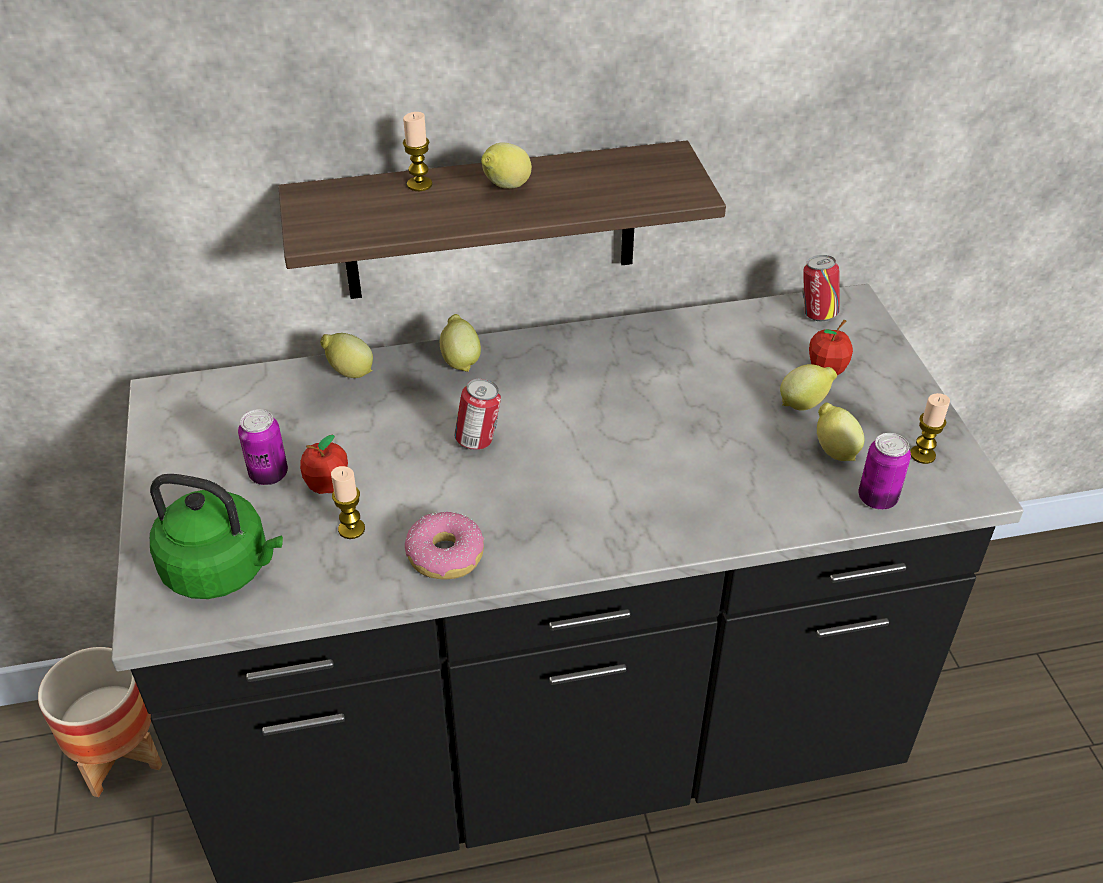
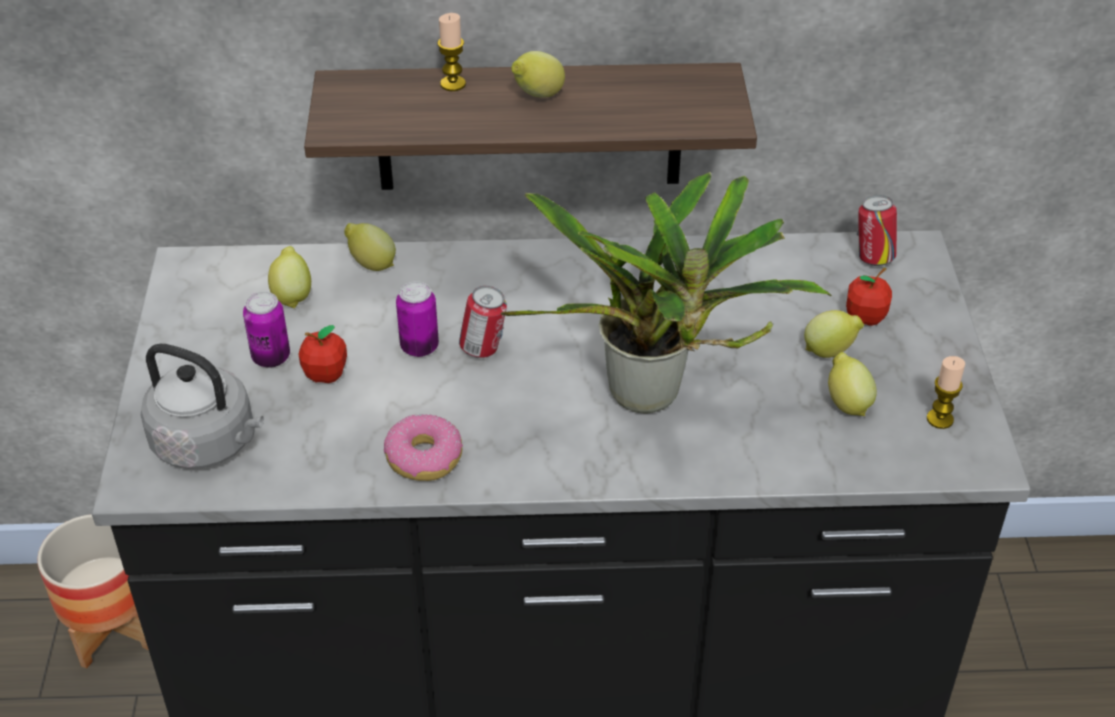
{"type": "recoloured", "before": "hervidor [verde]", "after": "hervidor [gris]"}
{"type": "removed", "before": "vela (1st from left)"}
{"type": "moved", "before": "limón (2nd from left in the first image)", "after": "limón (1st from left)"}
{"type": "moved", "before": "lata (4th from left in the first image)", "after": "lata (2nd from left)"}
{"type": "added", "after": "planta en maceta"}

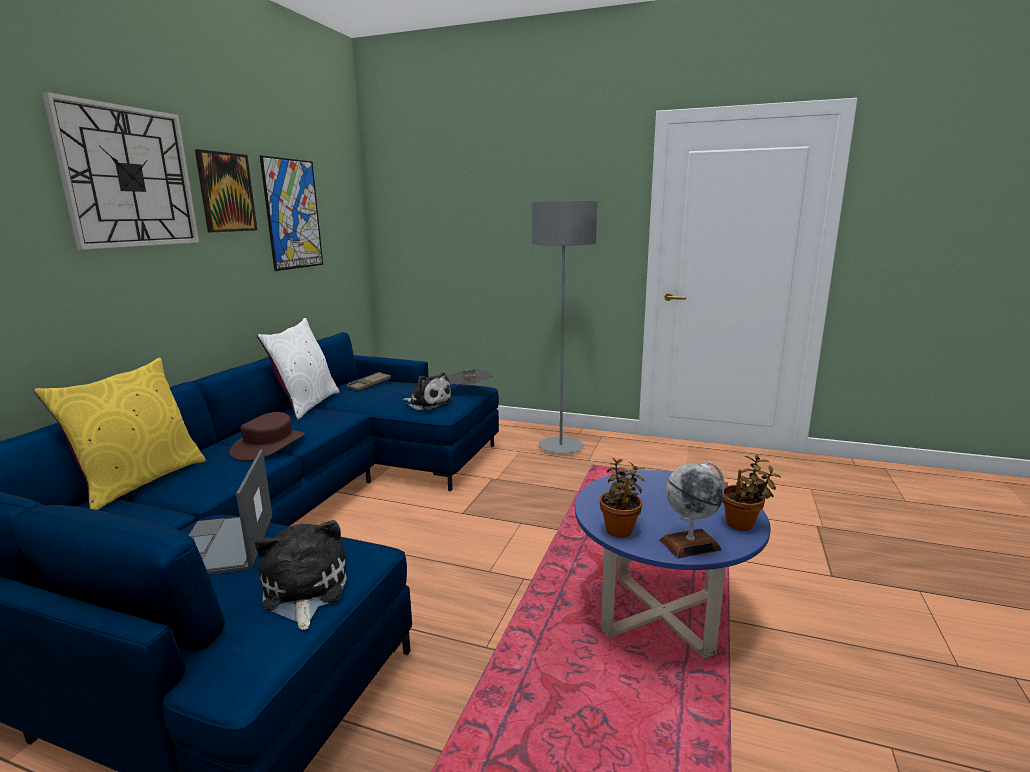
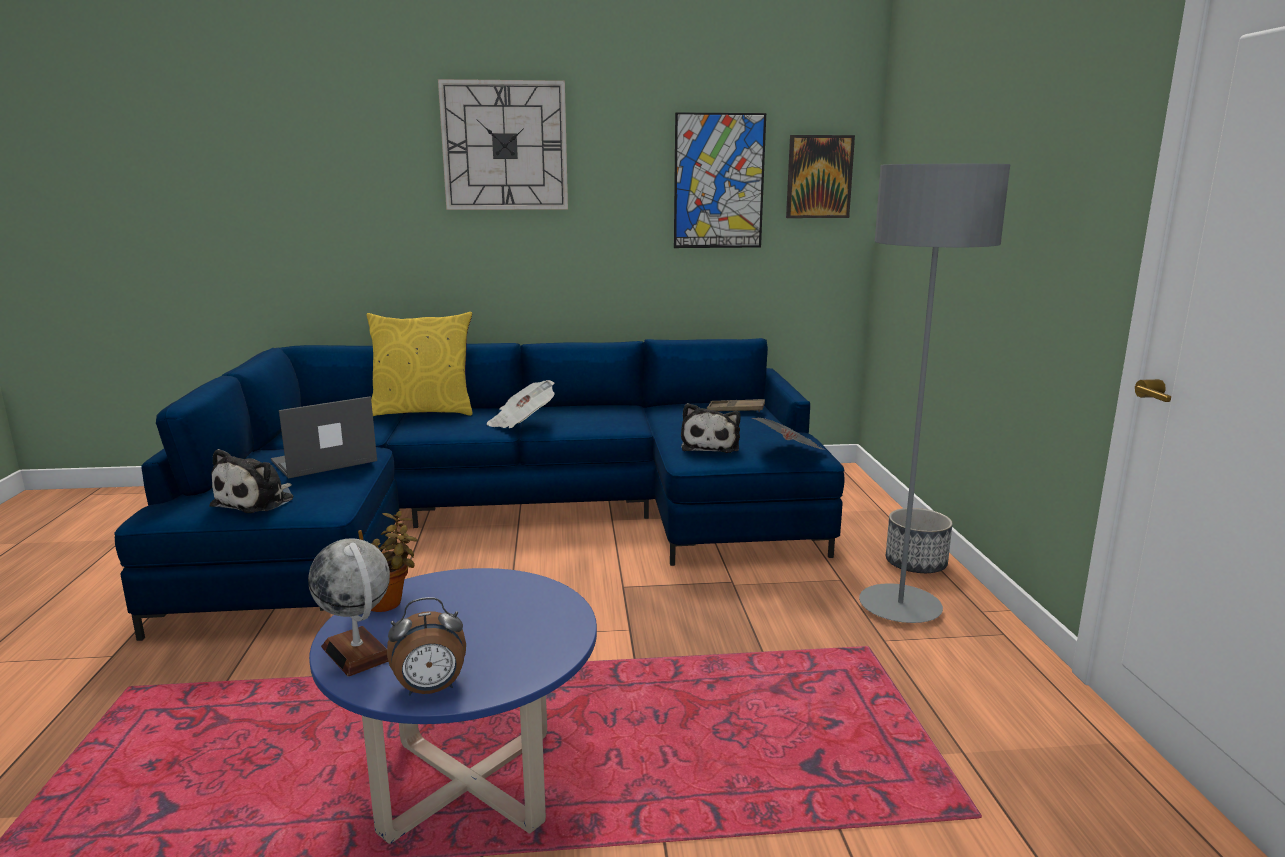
{"type": "moved", "before": "cuadro (1st from left in the first image)", "after": "cuadro (2nd from left)"}
{"type": "replaced", "before": "sombrero [marrón]", "after": "periódico (1st from left)"}
{"type": "turned", "before": "peluche (1st from left)", "turn": 150}
{"type": "removed", "before": "cojín [blanco]"}
{"type": "replaced", "before": "planta en maceta (2nd from left)", "after": "despertador"}
{"type": "added", "after": "maceta"}

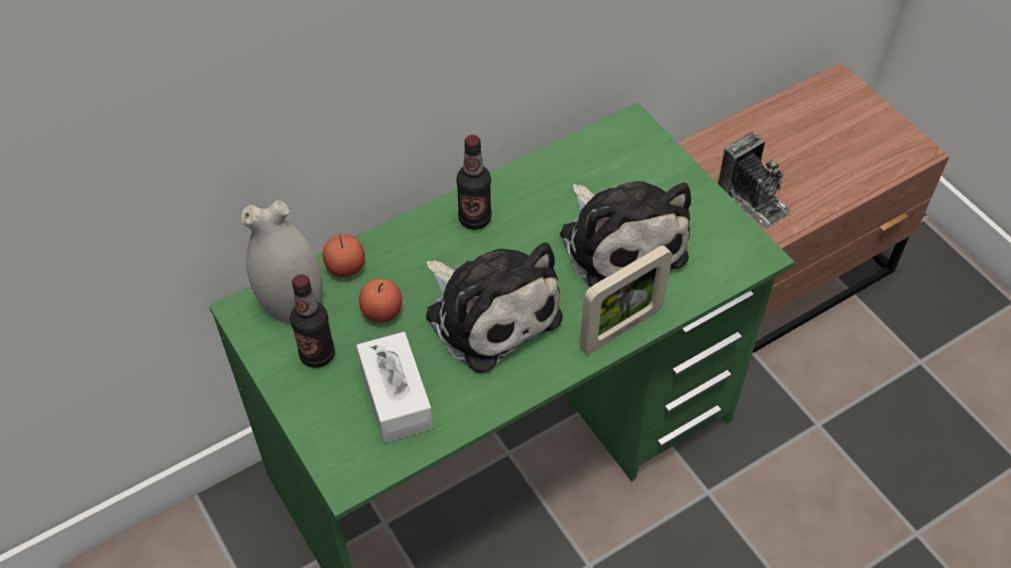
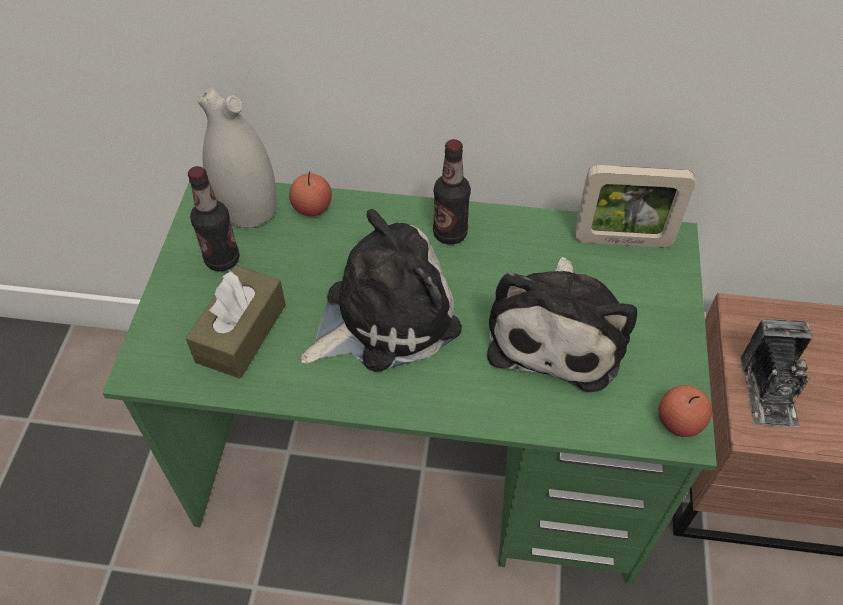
{"type": "recoloured", "before": "caja de pañuelos [blanco]", "after": "caja de pañuelos [marrón]"}
{"type": "moved", "before": "manzana (2nd from left)"}
{"type": "turned", "before": "peluche (1st from left)", "turn": -120}
{"type": "moved", "before": "portarretratos"}

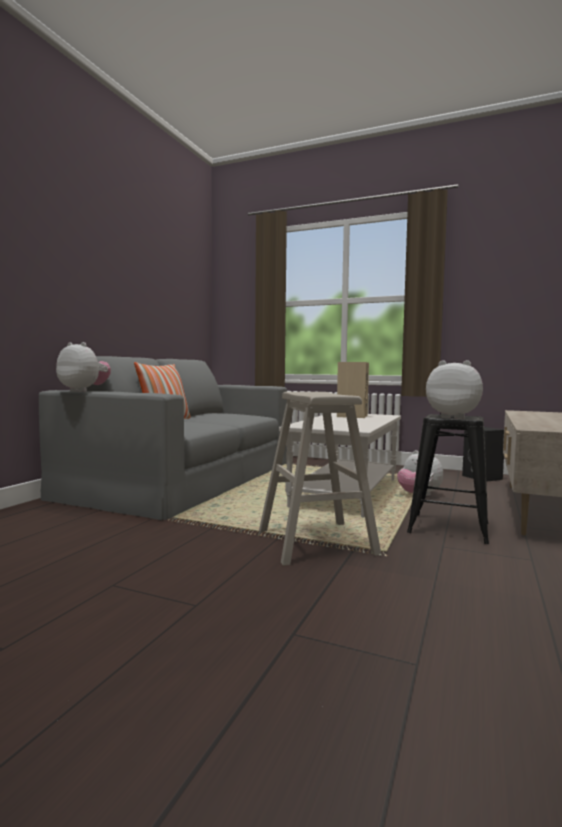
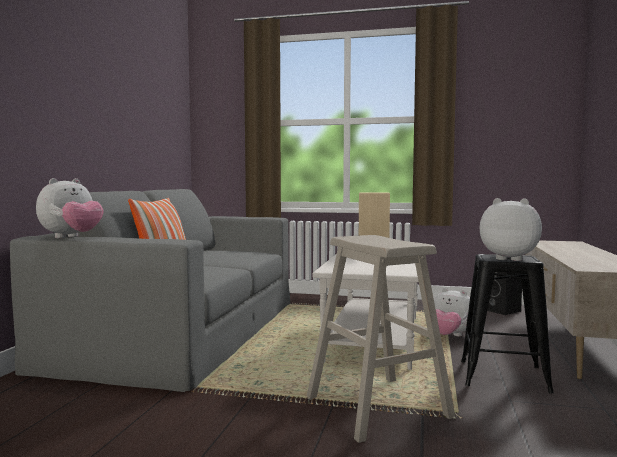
{"type": "turned", "before": "peluche (1st from left)", "turn": 105}

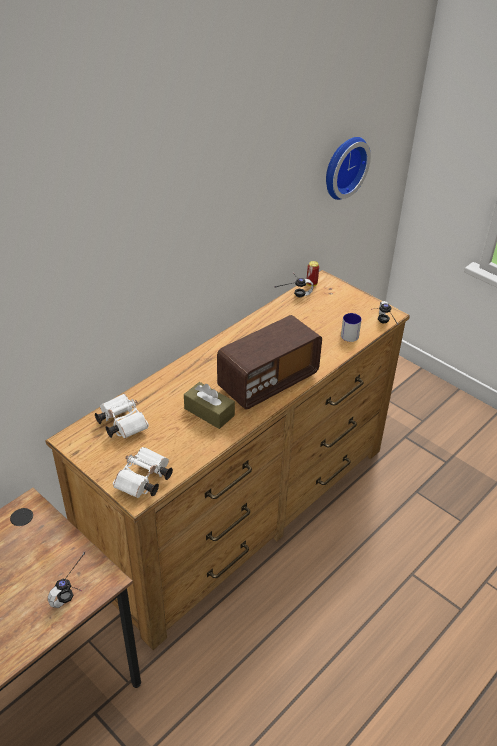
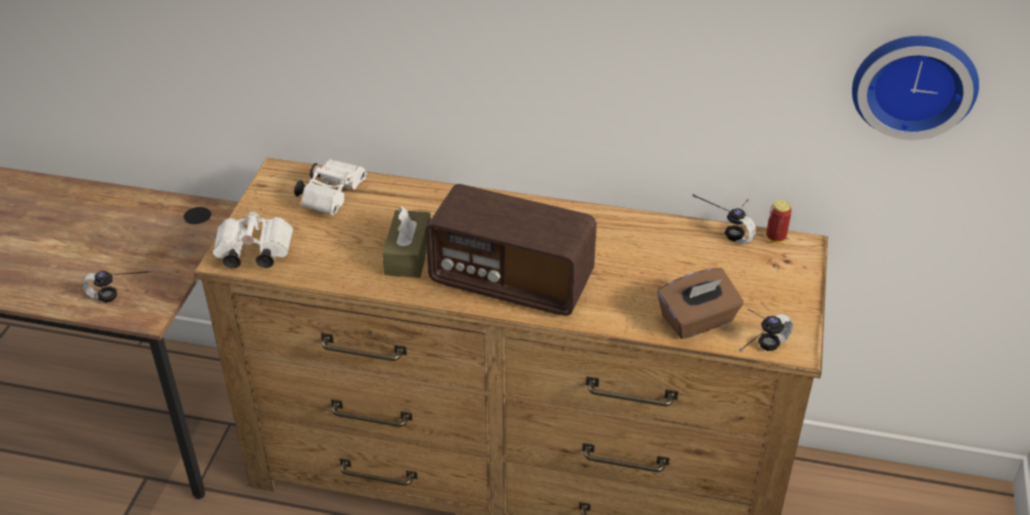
{"type": "replaced", "before": "taza grande", "after": "caja de pañuelos [marrón] (2nd from left)"}

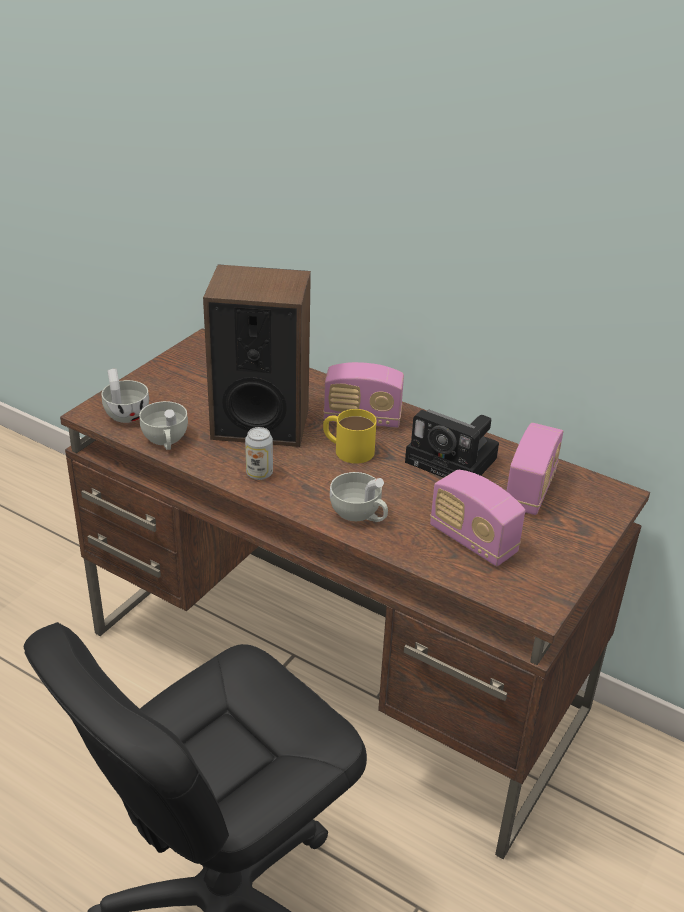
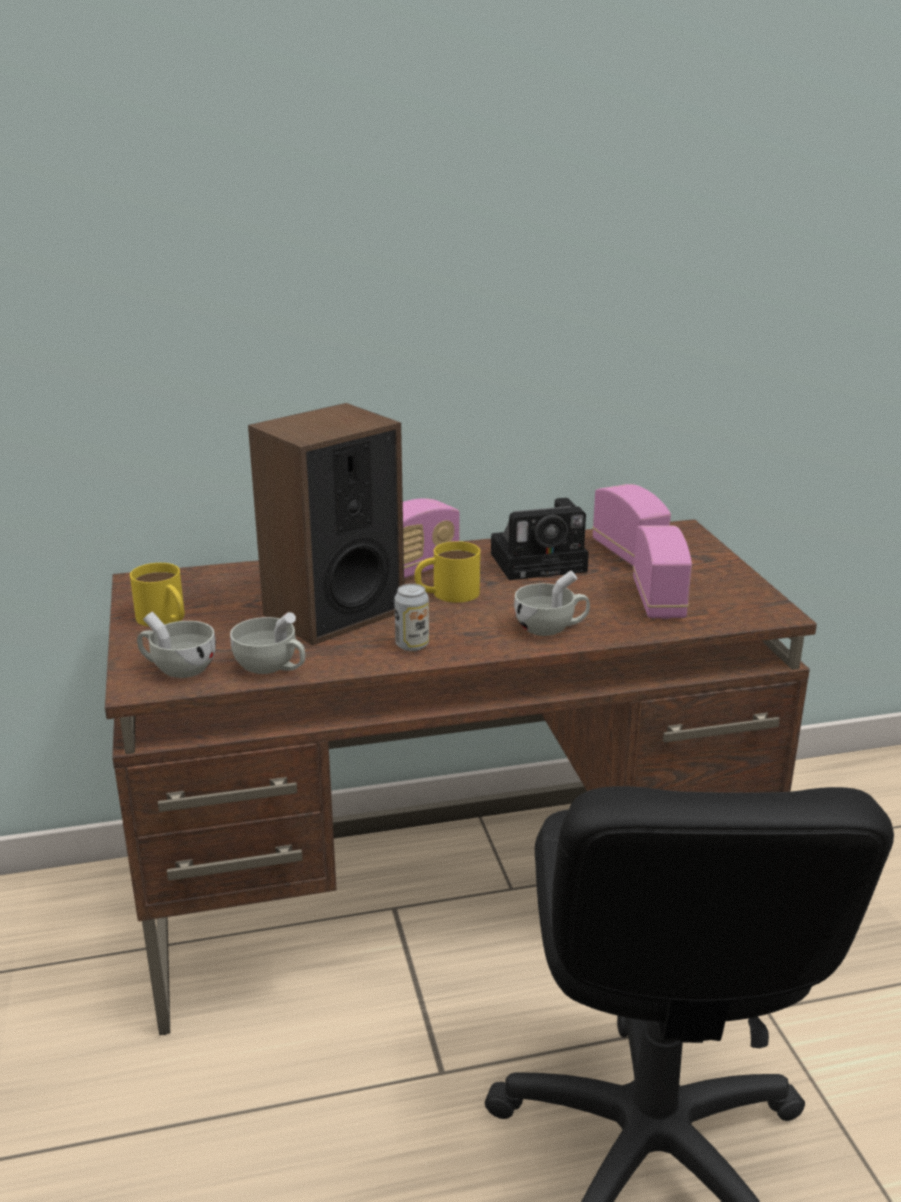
{"type": "turned", "before": "radio (2nd from left in the first image)", "turn": -90}
{"type": "added", "after": "taza grande [amarillo] (1st from left)"}

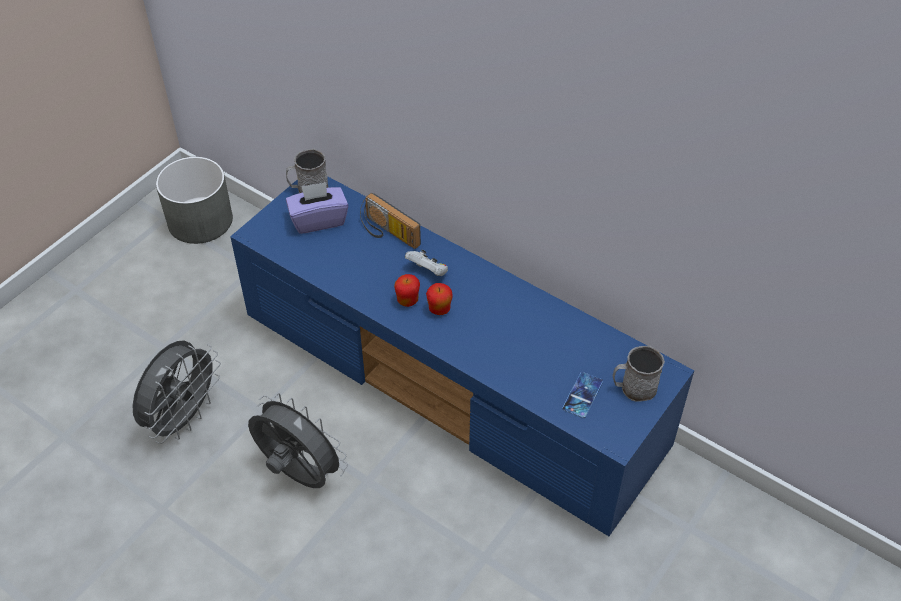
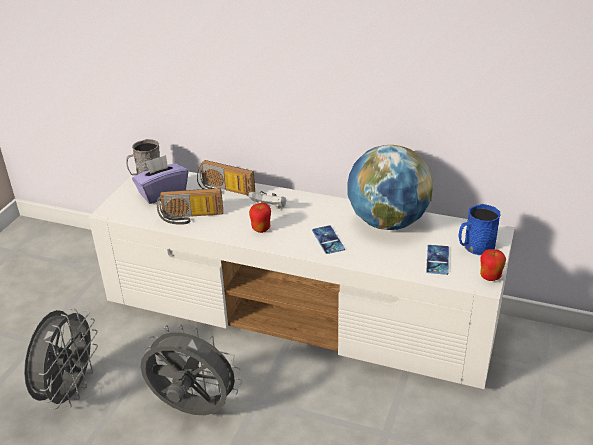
{"type": "removed", "before": "maceta [gris]"}
{"type": "recoloured", "before": "mueble de televisión [azul]", "after": "mueble de televisión [blanco]"}
{"type": "moved", "before": "manzana (2nd from left)"}
{"type": "recoloured", "before": "taza grande [gris] (2nd from left)", "after": "taza grande [azul]"}
{"type": "added", "after": "radio (1st from left)"}
{"type": "added", "after": "móvil (1st from left)"}
{"type": "added", "after": "globo terráqueo"}

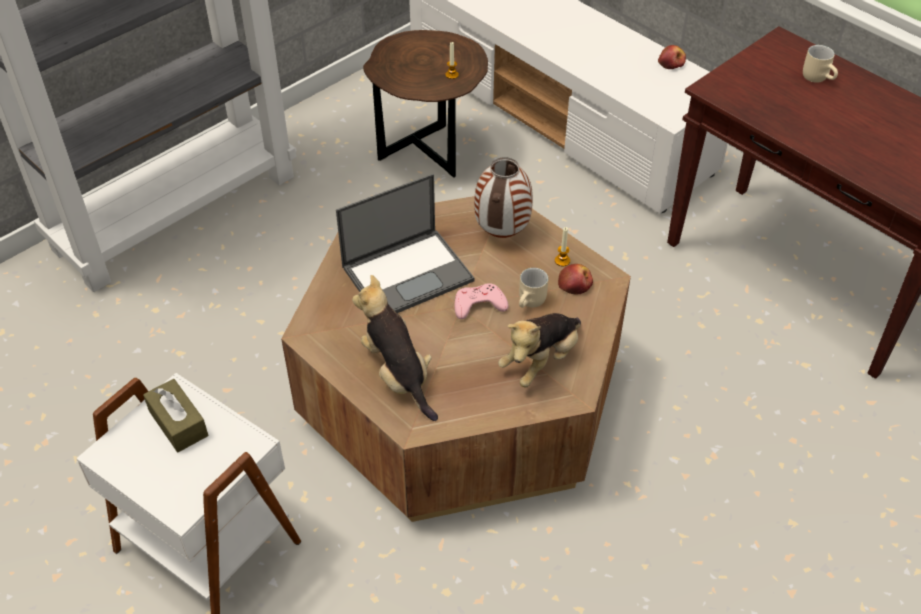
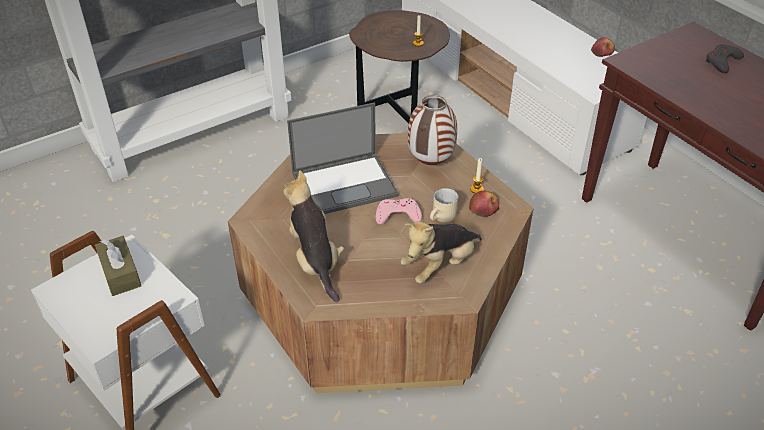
{"type": "replaced", "before": "taza grande [beis] (2nd from left)", "after": "mando de consola [gris]"}

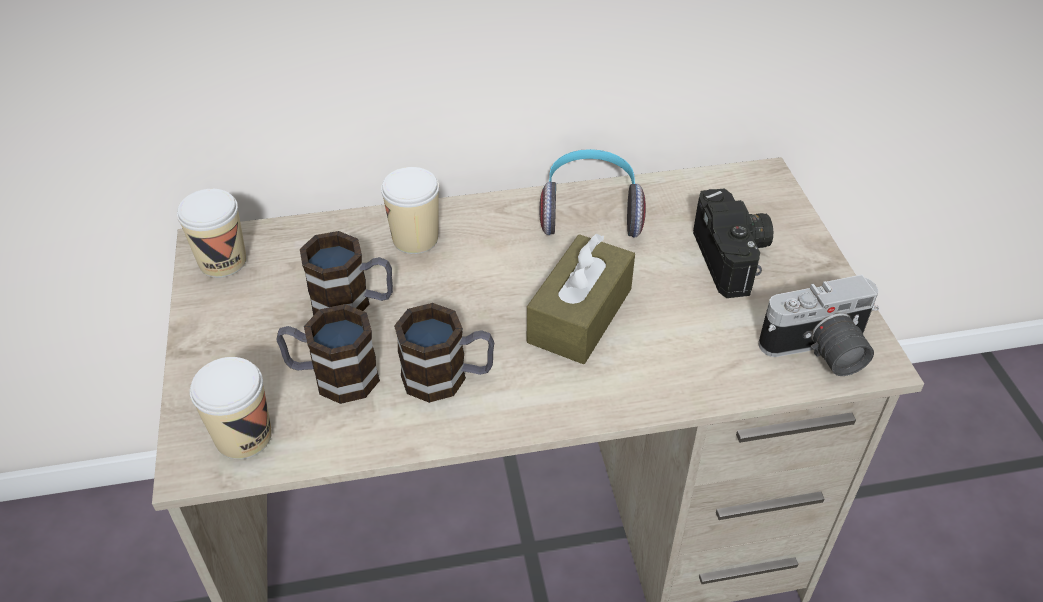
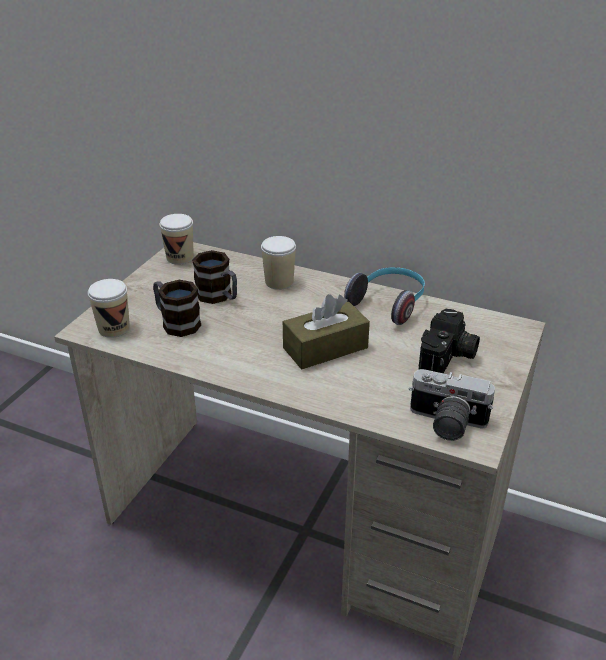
{"type": "removed", "before": "taza grande (3rd from left)"}

